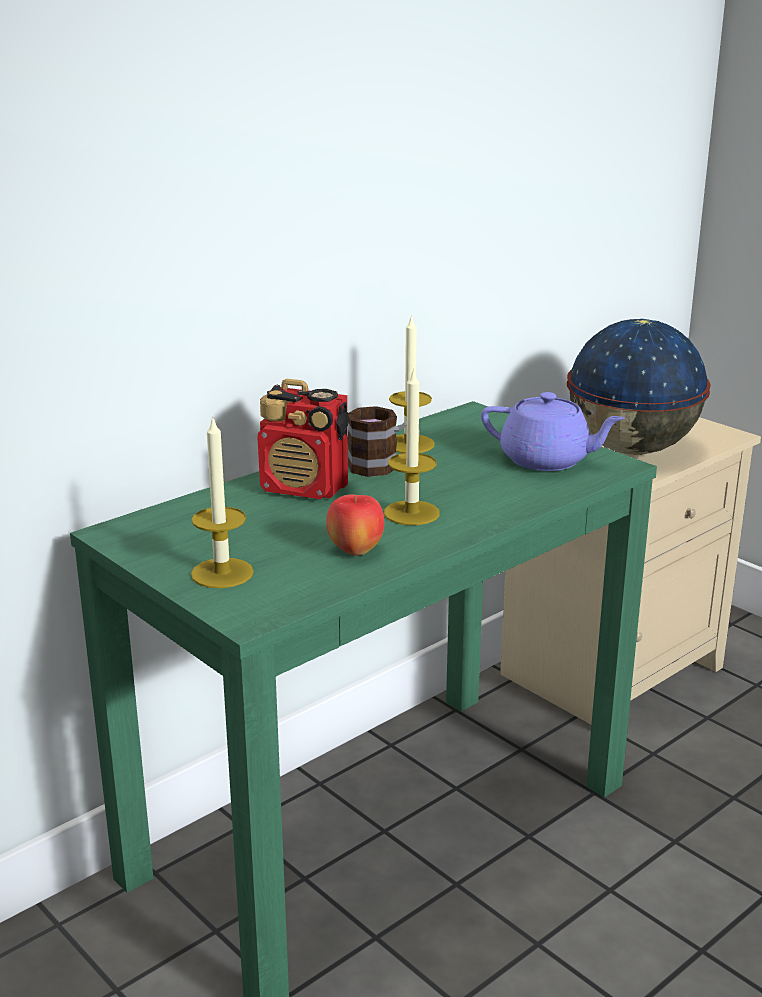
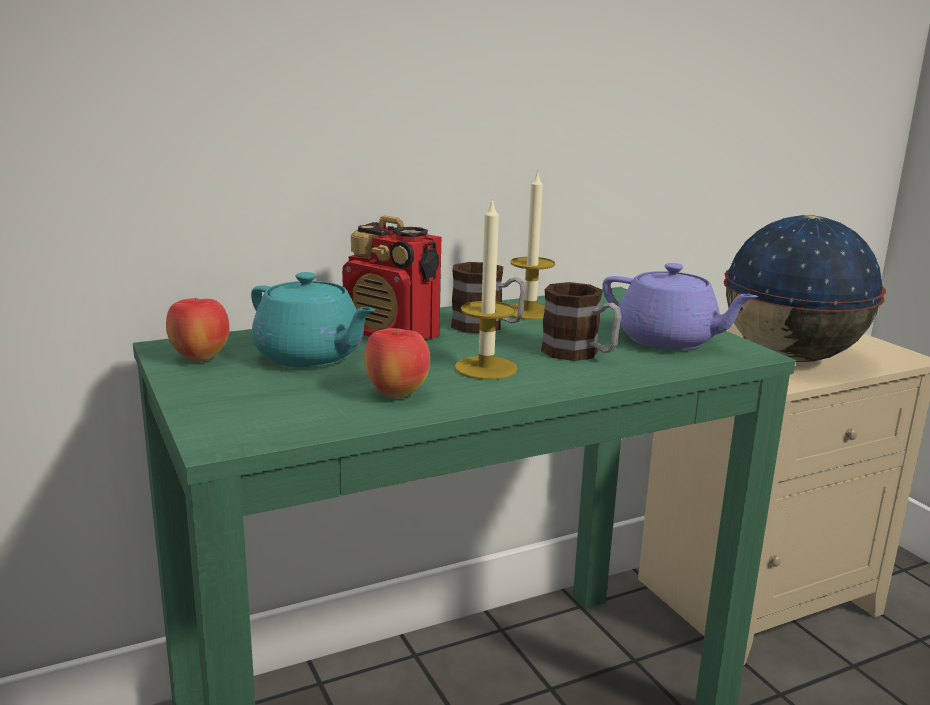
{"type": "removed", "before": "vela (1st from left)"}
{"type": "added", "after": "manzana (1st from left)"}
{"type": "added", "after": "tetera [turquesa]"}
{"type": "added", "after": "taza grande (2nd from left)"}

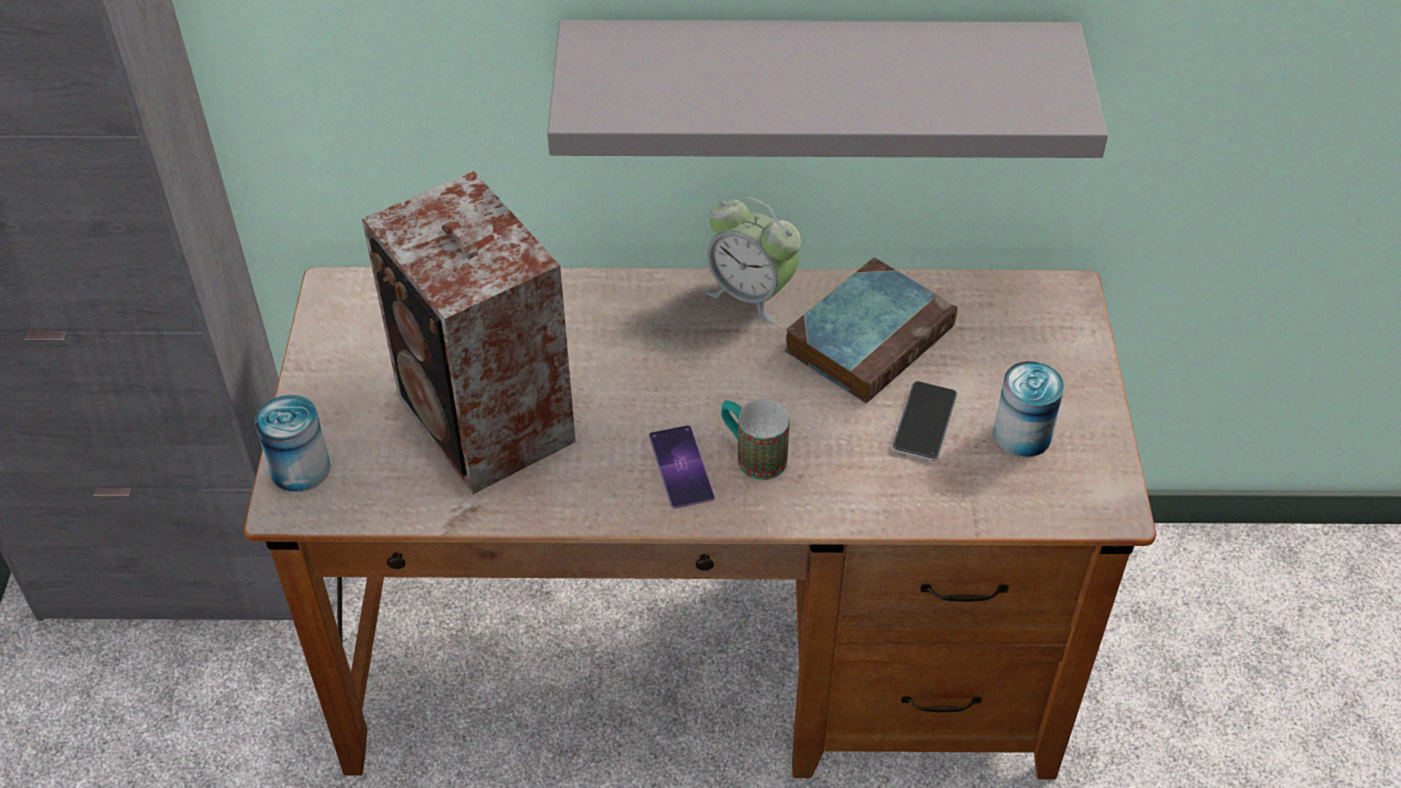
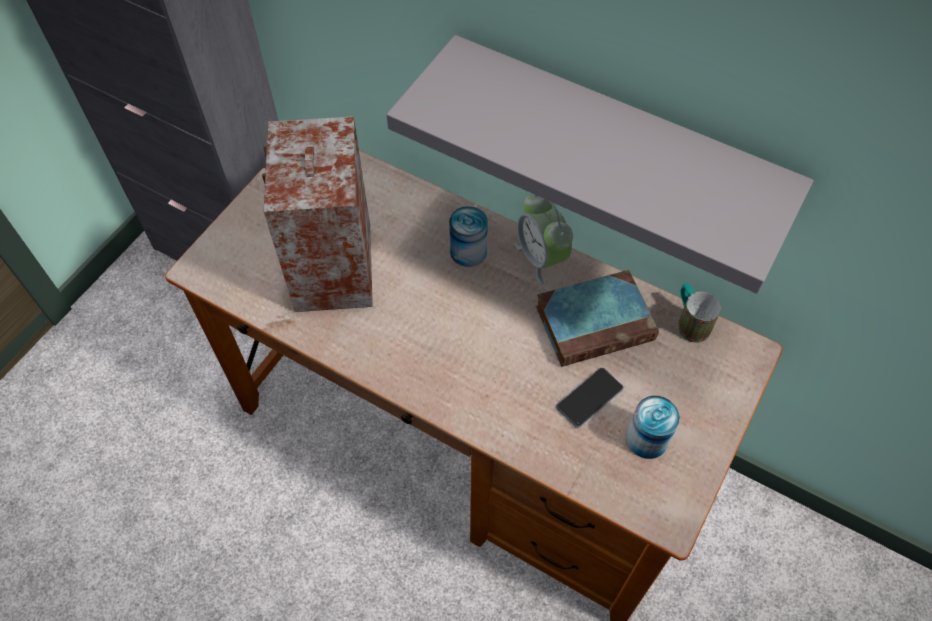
{"type": "moved", "before": "lata (1st from left)"}
{"type": "removed", "before": "móvil (1st from left)"}
{"type": "moved", "before": "taza grande"}

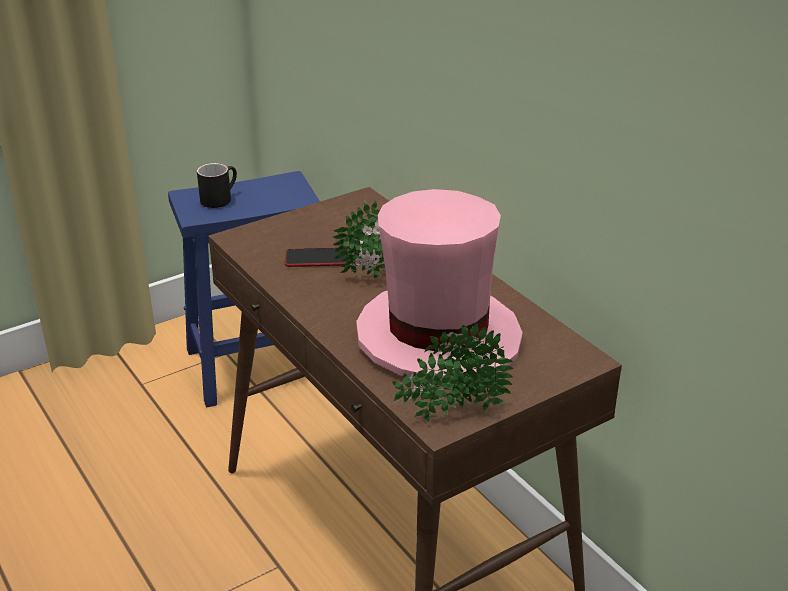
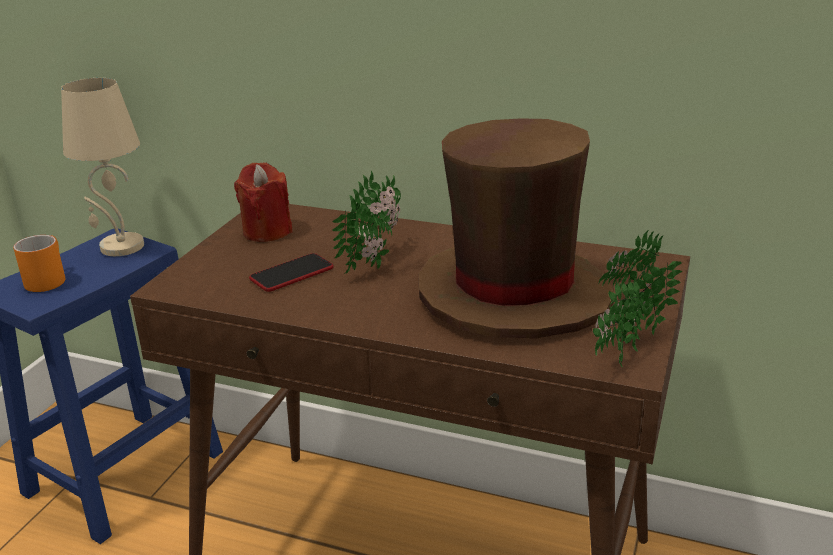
{"type": "recoloured", "before": "taza grande [negro]", "after": "taza grande [naranja]"}
{"type": "recoloured", "before": "sombrero [rosa]", "after": "sombrero [marrón]"}
{"type": "added", "after": "lámpara de mesa [beis]"}
{"type": "added", "after": "vela [rojo]"}

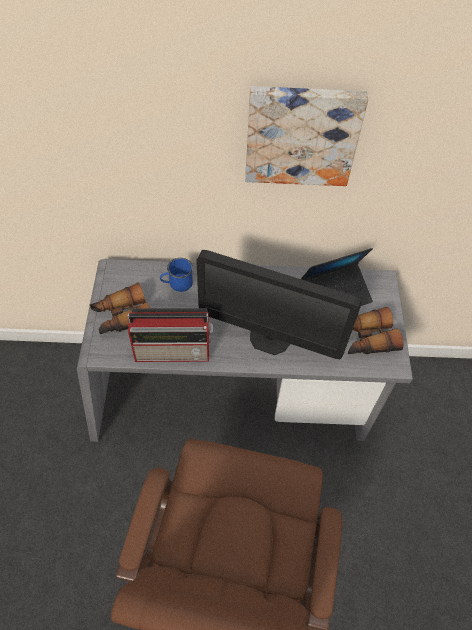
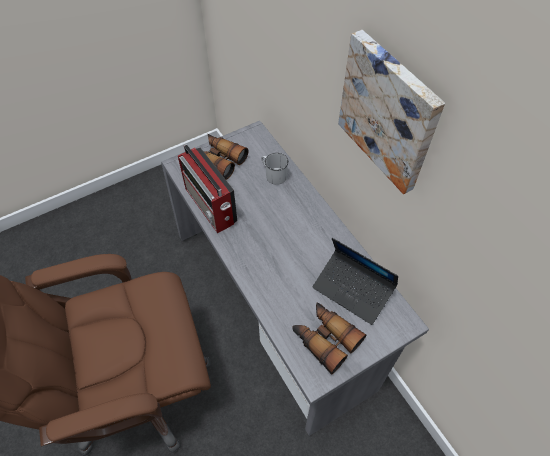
{"type": "recoloured", "before": "taza grande [azul]", "after": "taza grande [blanco]"}
{"type": "removed", "before": "monitor"}

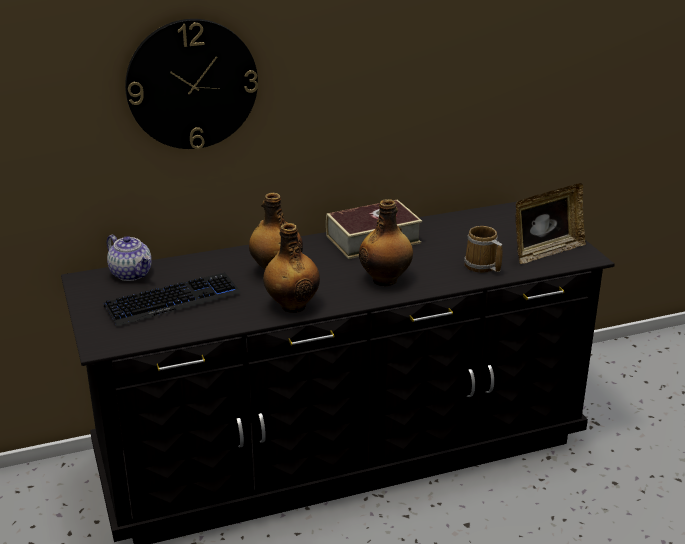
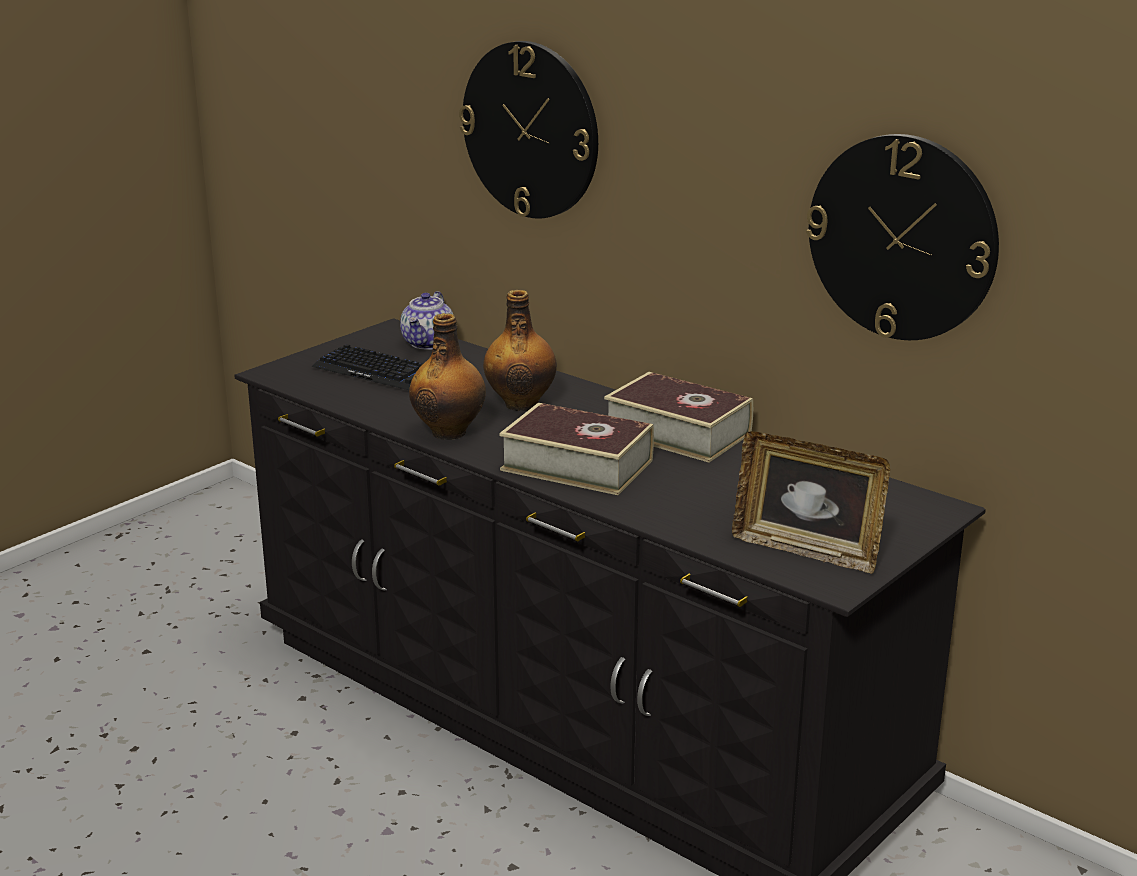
{"type": "replaced", "before": "botella (3rd from left)", "after": "libro (1st from left)"}
{"type": "removed", "before": "taza grande"}
{"type": "added", "after": "reloj de pared (2nd from left)"}

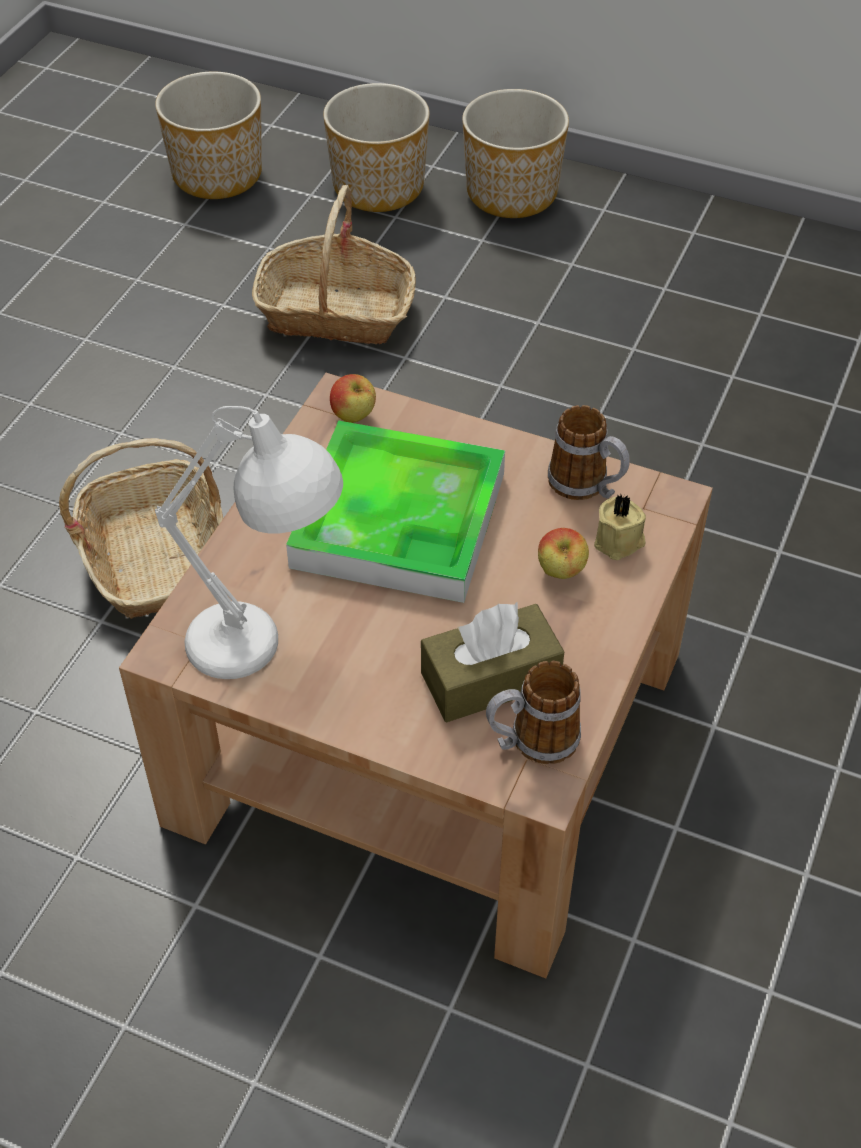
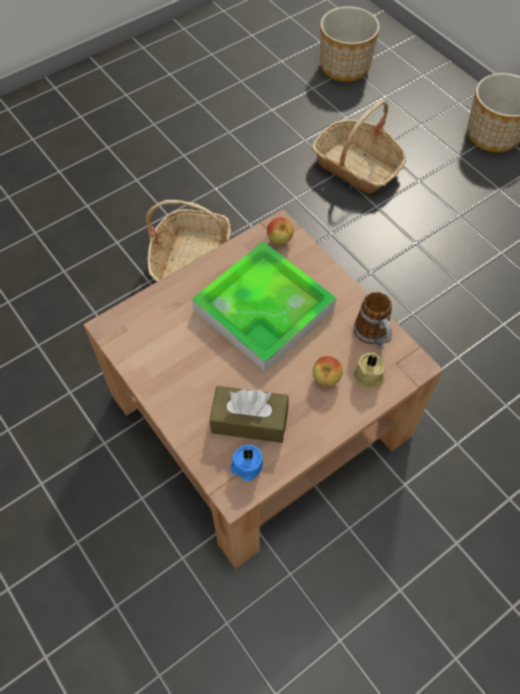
{"type": "removed", "before": "lámpara de mesa [blanco]"}
{"type": "removed", "before": "maceta (2nd from left)"}
{"type": "replaced", "before": "taza grande (1st from left)", "after": "vela [azul]"}

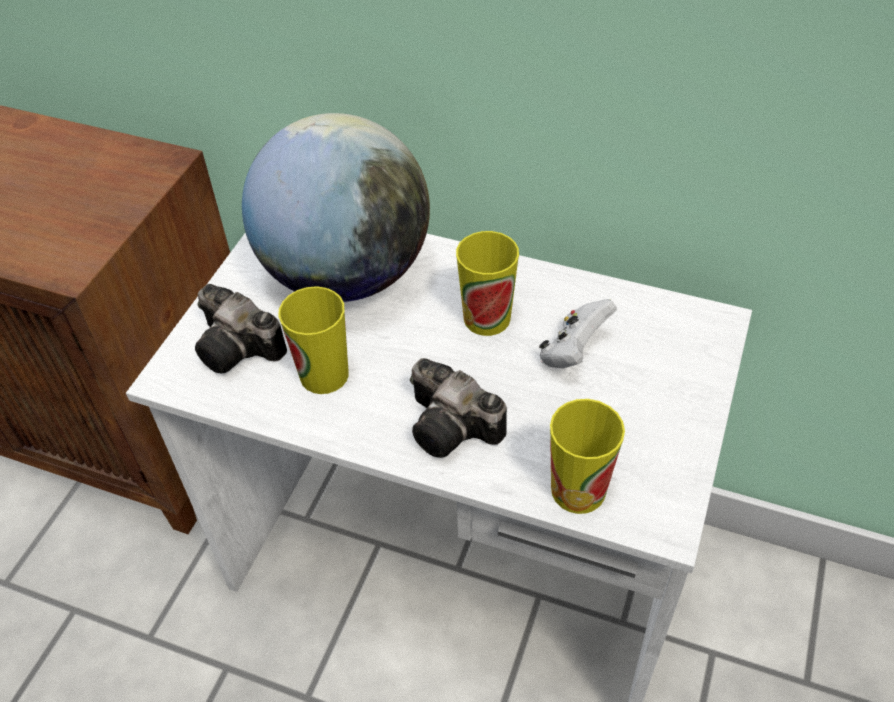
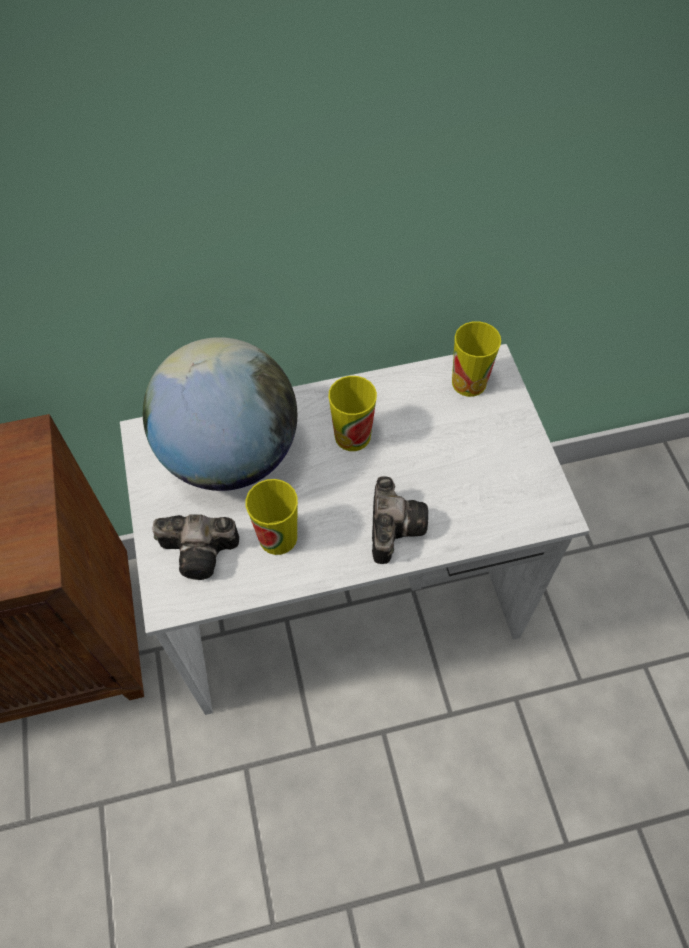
{"type": "turned", "before": "cámara (2nd from left)", "turn": -90}
{"type": "removed", "before": "mando de consola [blanco]"}
{"type": "moved", "before": "taza (3rd from left)"}

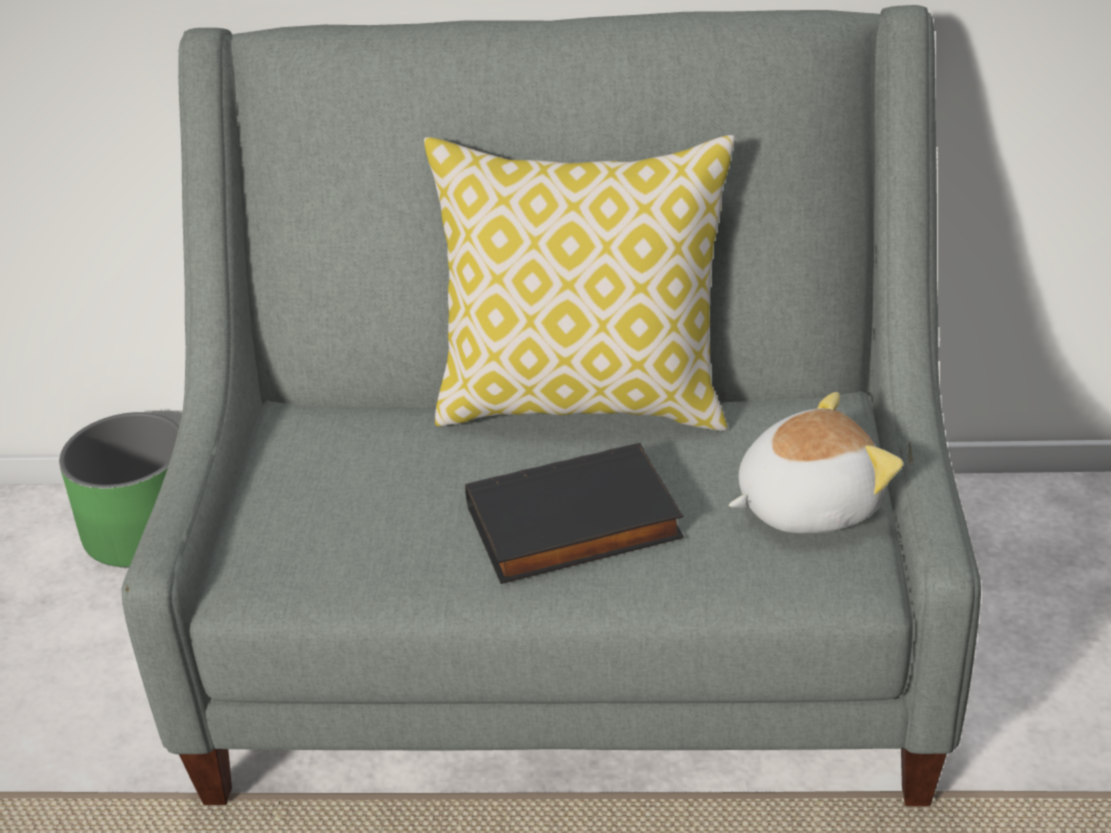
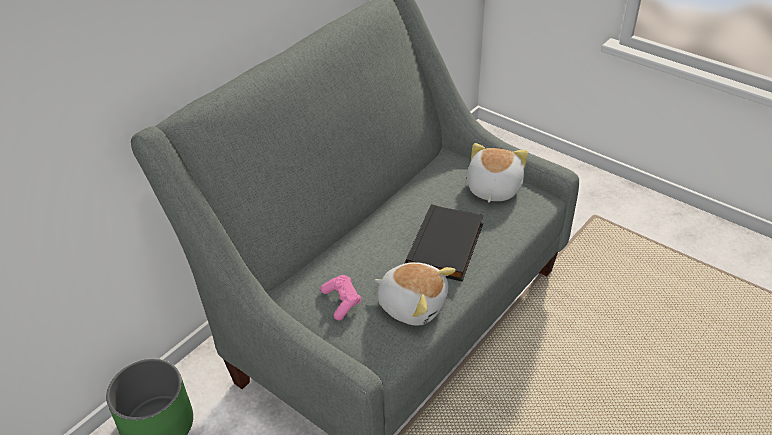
{"type": "removed", "before": "cojín"}
{"type": "added", "after": "mando de consola [rosa]"}
{"type": "added", "after": "peluche (1st from left)"}

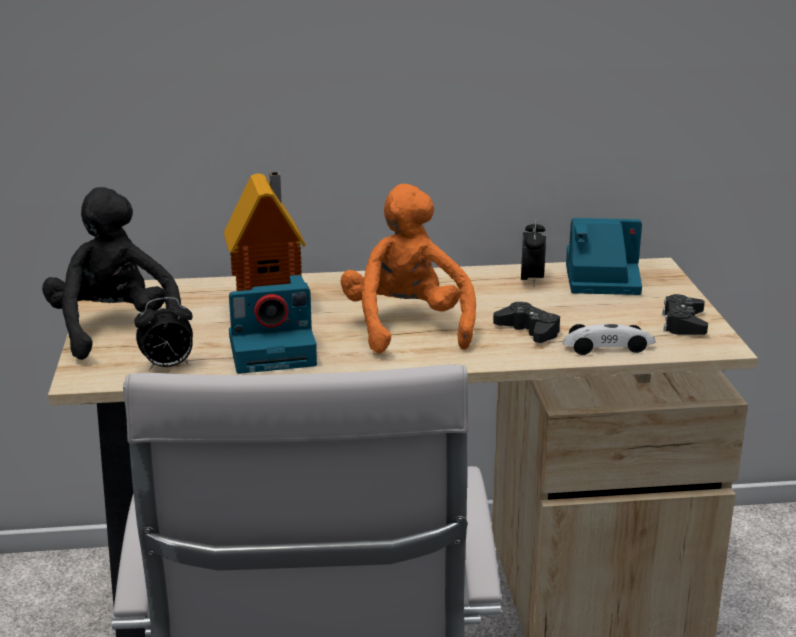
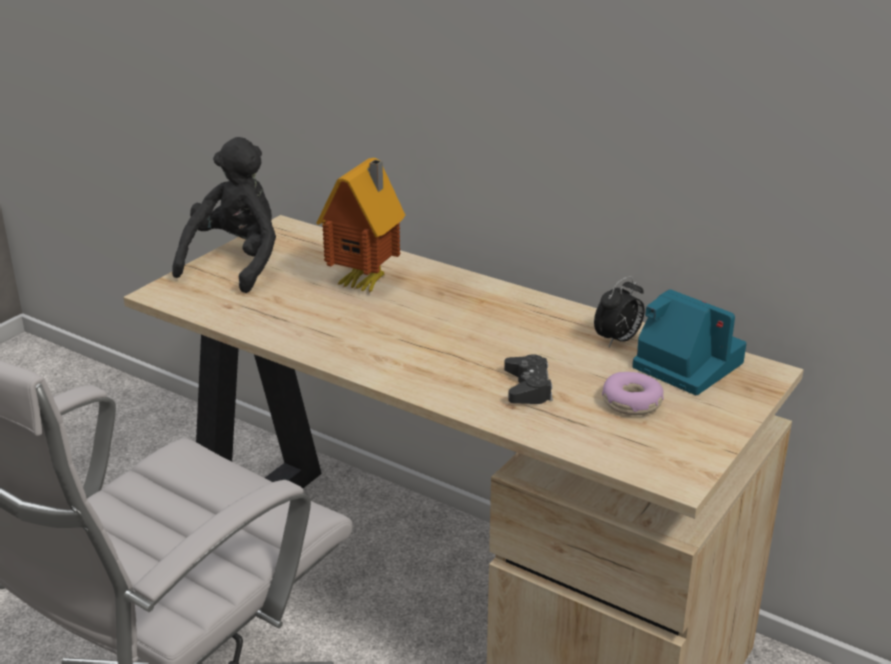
{"type": "removed", "before": "despertador (1st from left)"}
{"type": "removed", "before": "cámara (1st from left)"}
{"type": "removed", "before": "peluche [naranja]"}
{"type": "removed", "before": "coche de juguete"}
{"type": "removed", "before": "mando de consola [negro] (2nd from left)"}
{"type": "added", "after": "rosquilla"}

